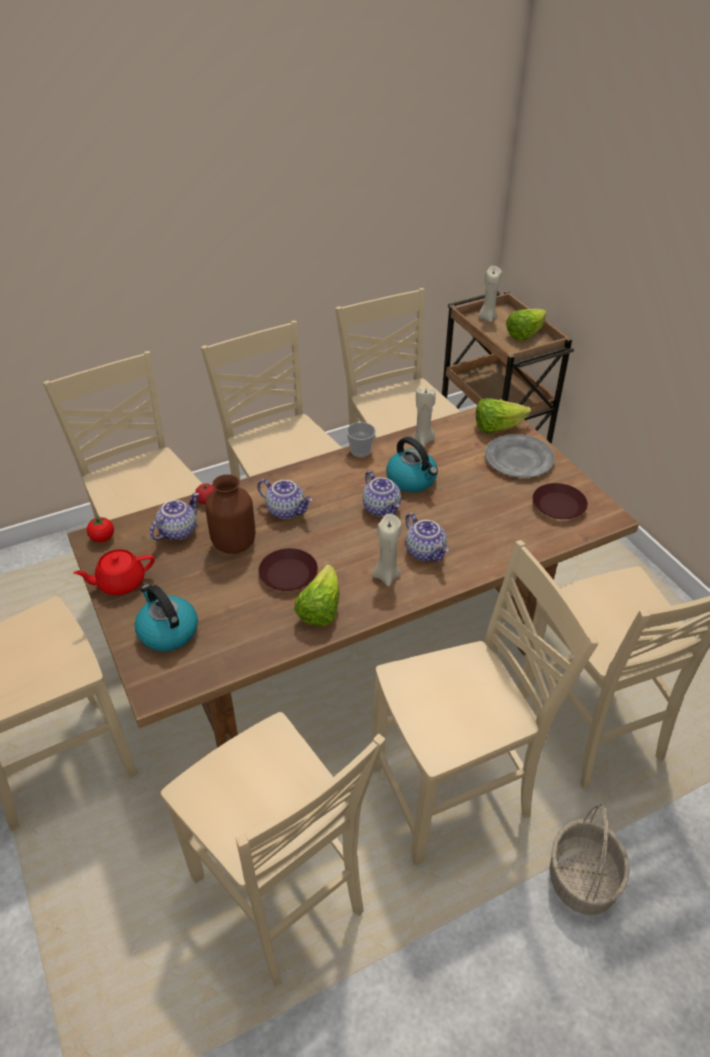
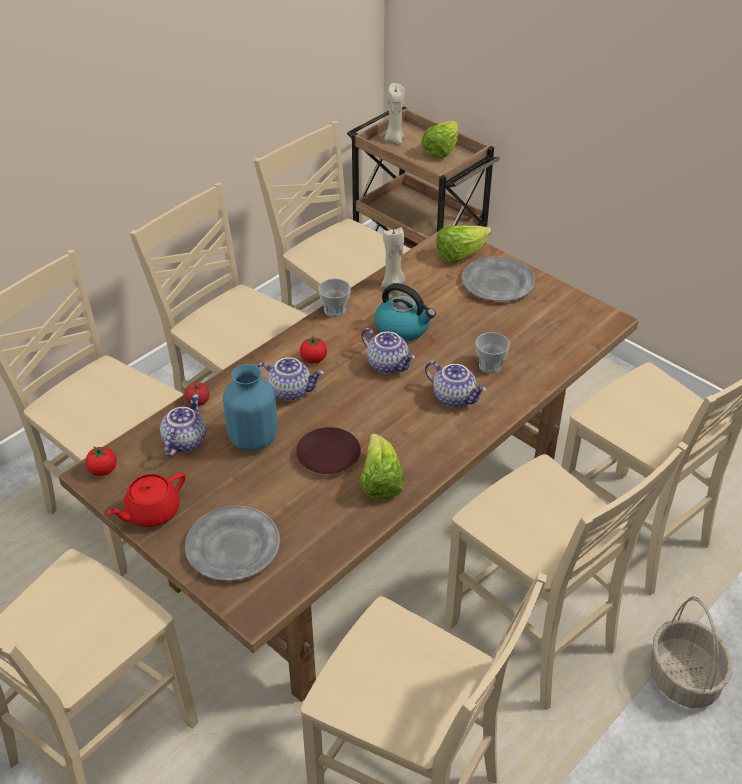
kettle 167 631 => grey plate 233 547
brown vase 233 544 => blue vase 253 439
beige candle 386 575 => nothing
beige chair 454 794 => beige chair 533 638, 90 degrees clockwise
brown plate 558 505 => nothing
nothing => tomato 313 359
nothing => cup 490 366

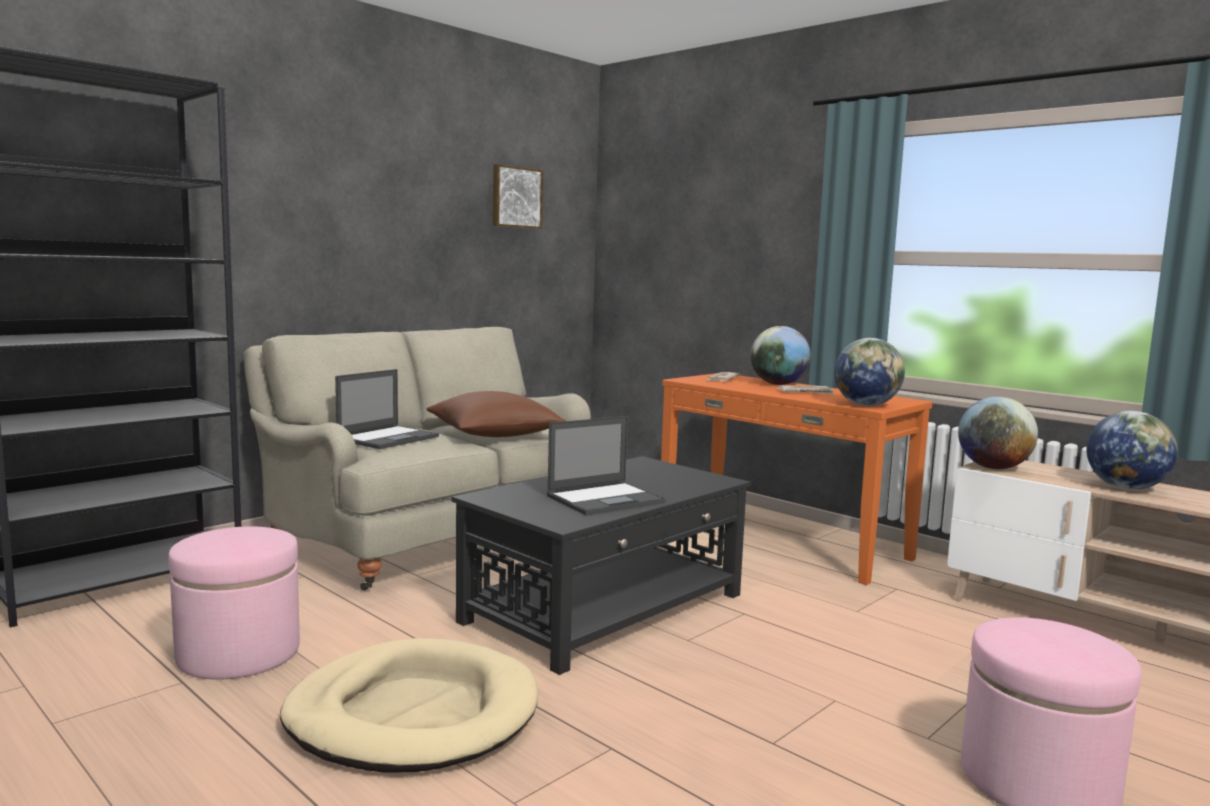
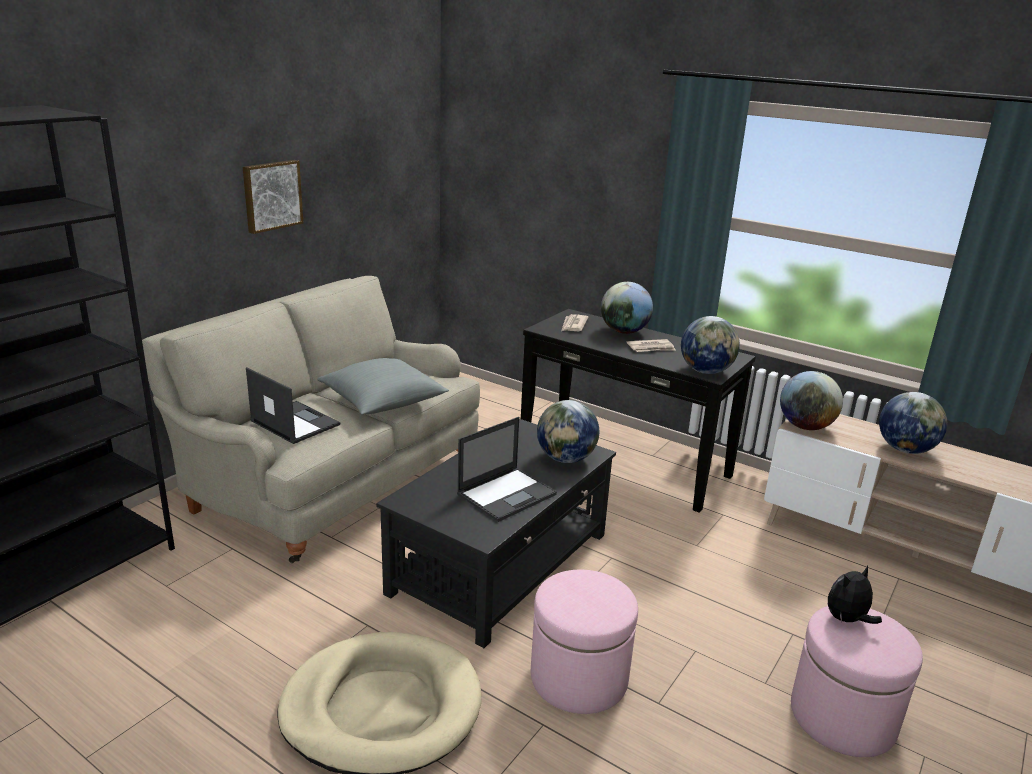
pink ottoman 238 653 => pink ottoman 579 678, moved
laptop 388 438 => laptop 294 422, 75 degrees counterclockwise
brown pillow 494 435 => grey pillow 382 401
picture 516 197 => picture 271 195, moved
orange console table 780 540 => black console table 623 460
nothing => globe 566 459
nothing => plush toy 847 620

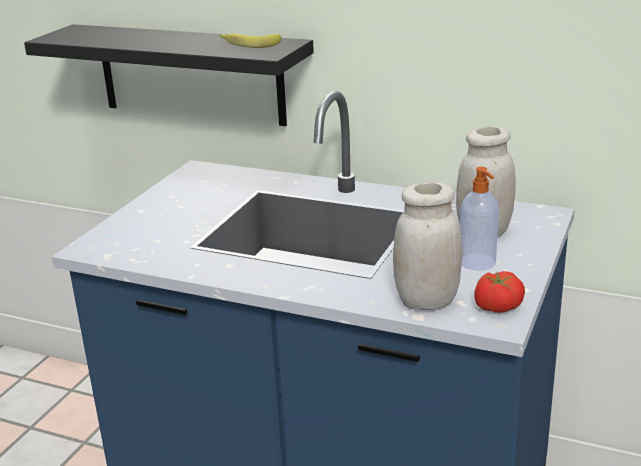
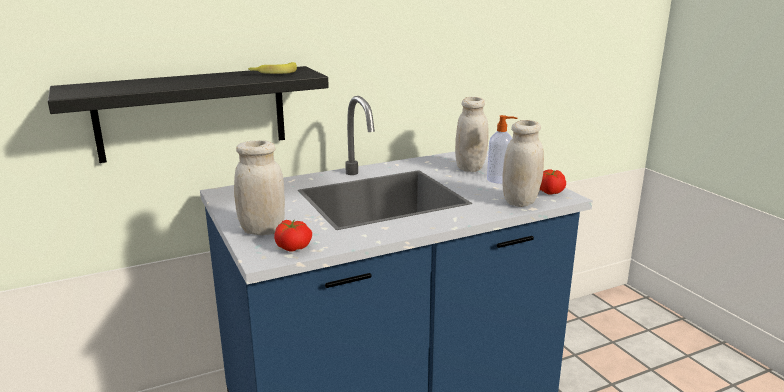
nothing => white jar 262 230
nothing => tomato 293 246

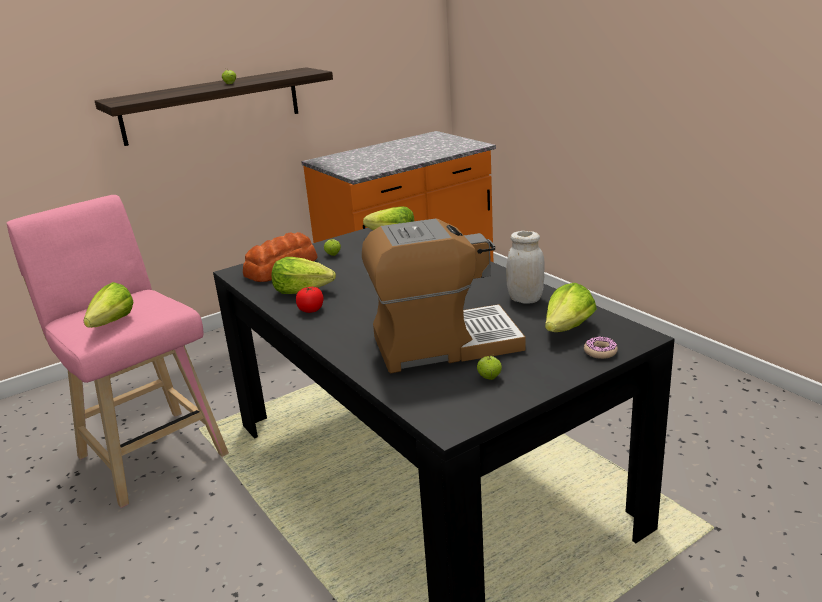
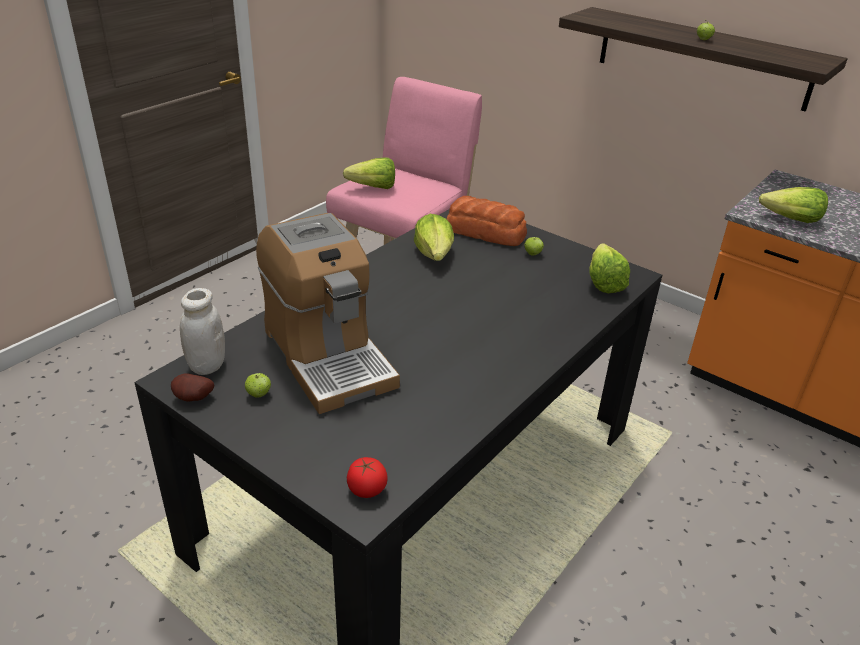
tomato 311 310 => tomato 367 489, moved
white jar 525 299 => white jar 207 365, moved
lettuce 568 328 => lettuce 791 220, moved
donut 600 352 => nothing
nothing => potato 193 399

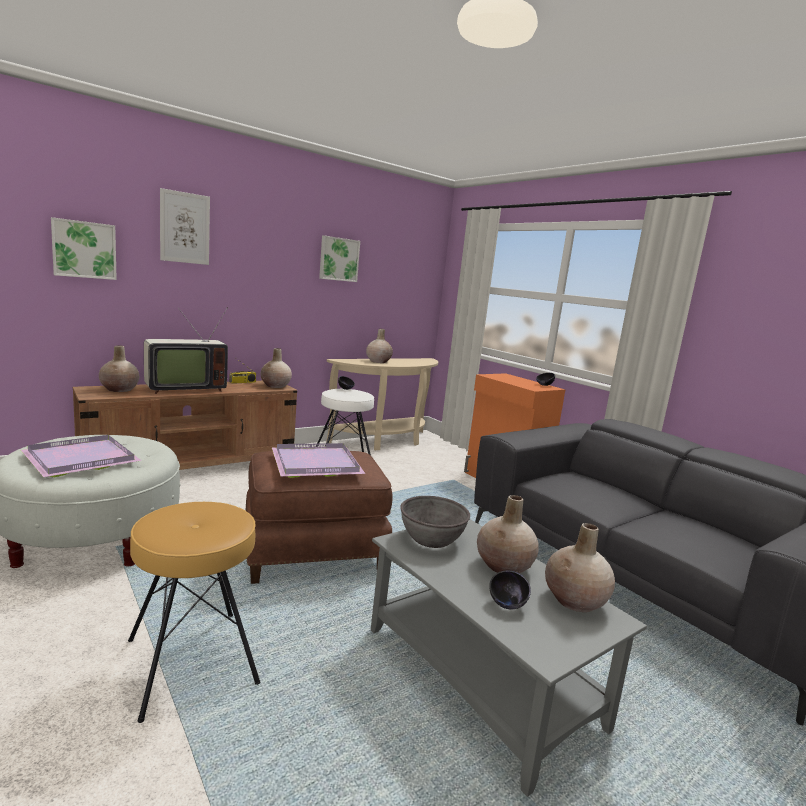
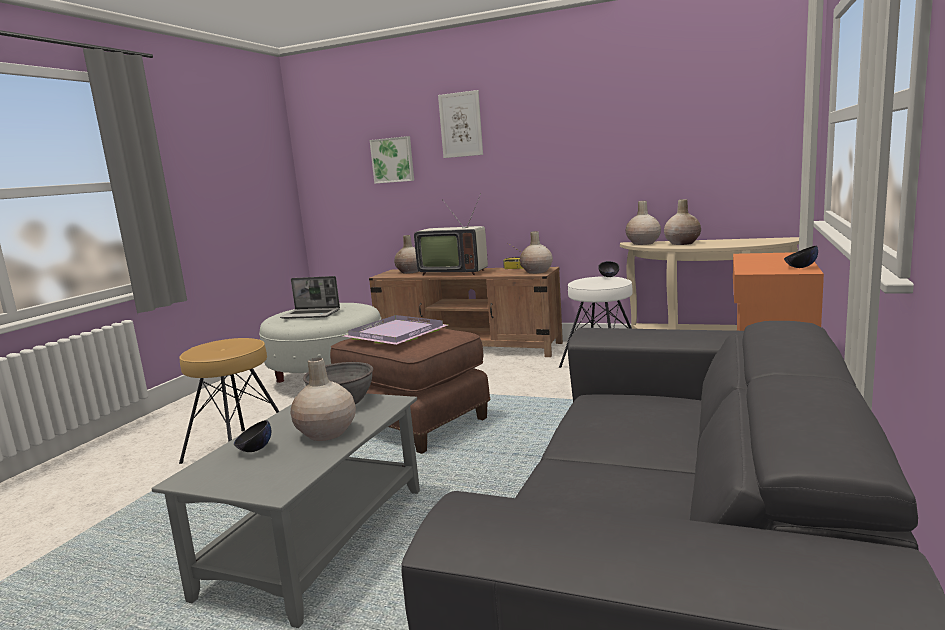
purple tray 82 458 => laptop 311 314
picture 338 259 => nothing
beige vase 575 600 => beige vase 643 243, moved

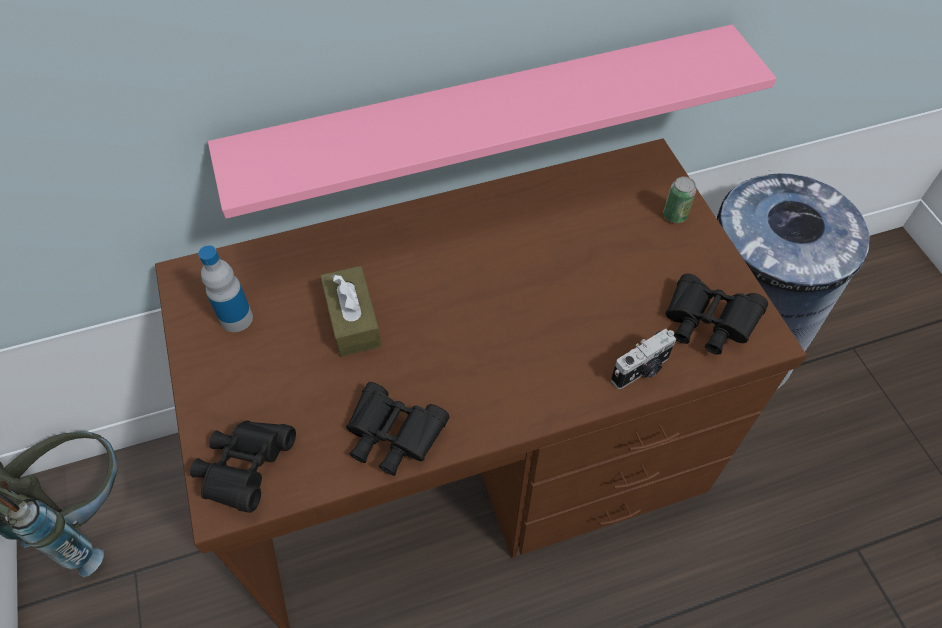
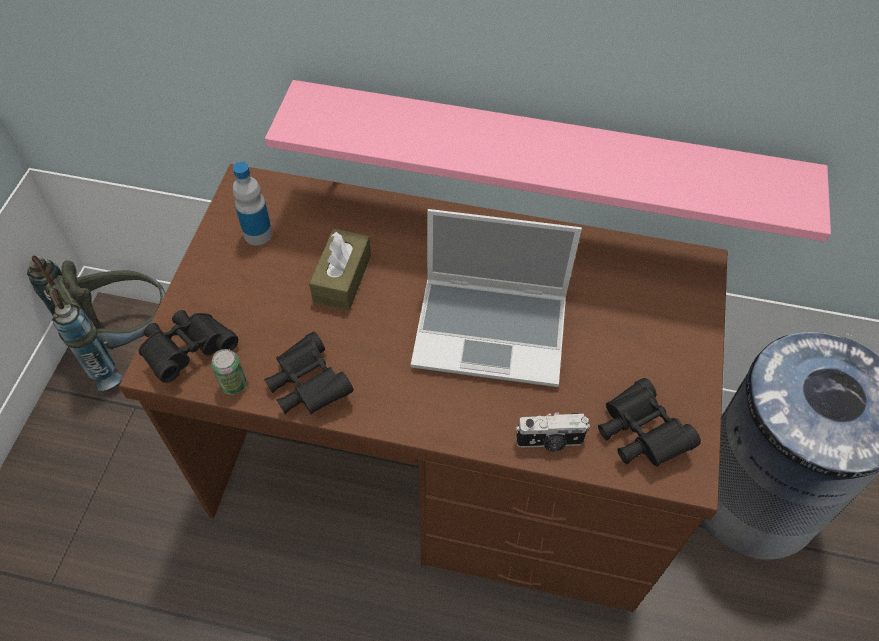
can 674 215 => can 233 384, moved
nothing => laptop 492 331

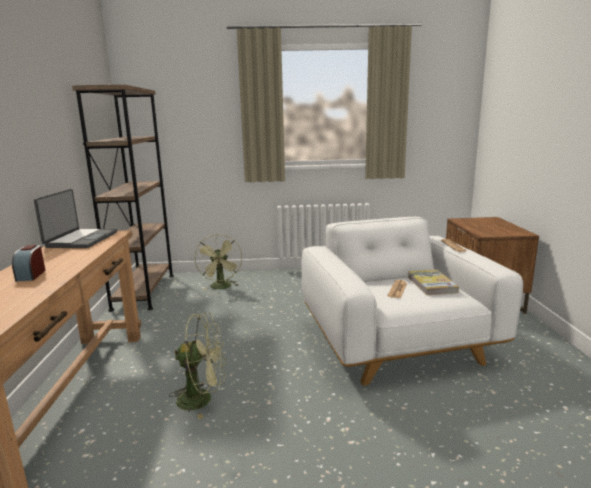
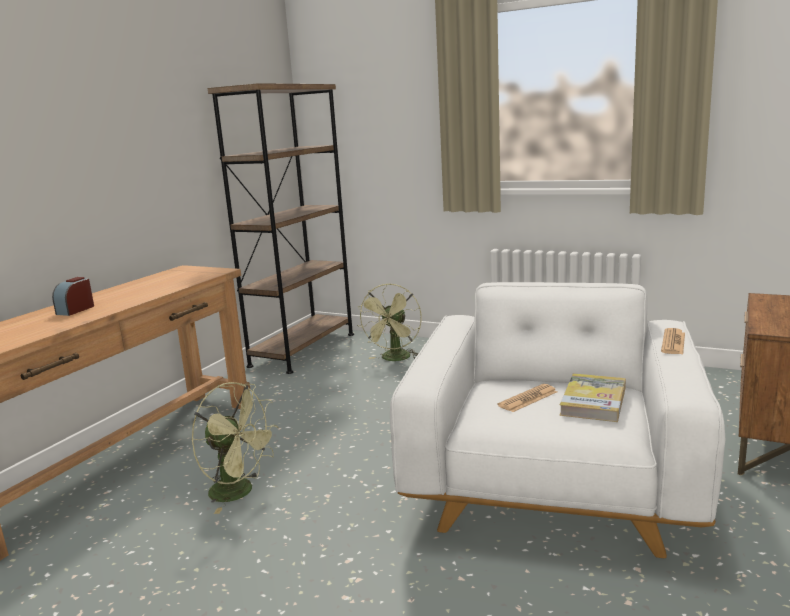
laptop 81 239 => nothing

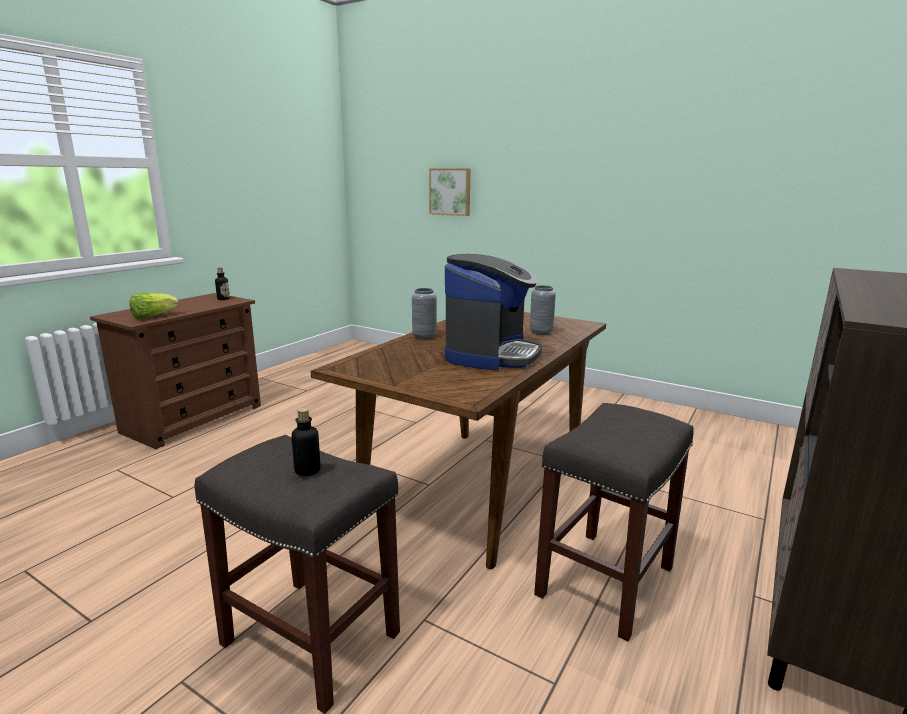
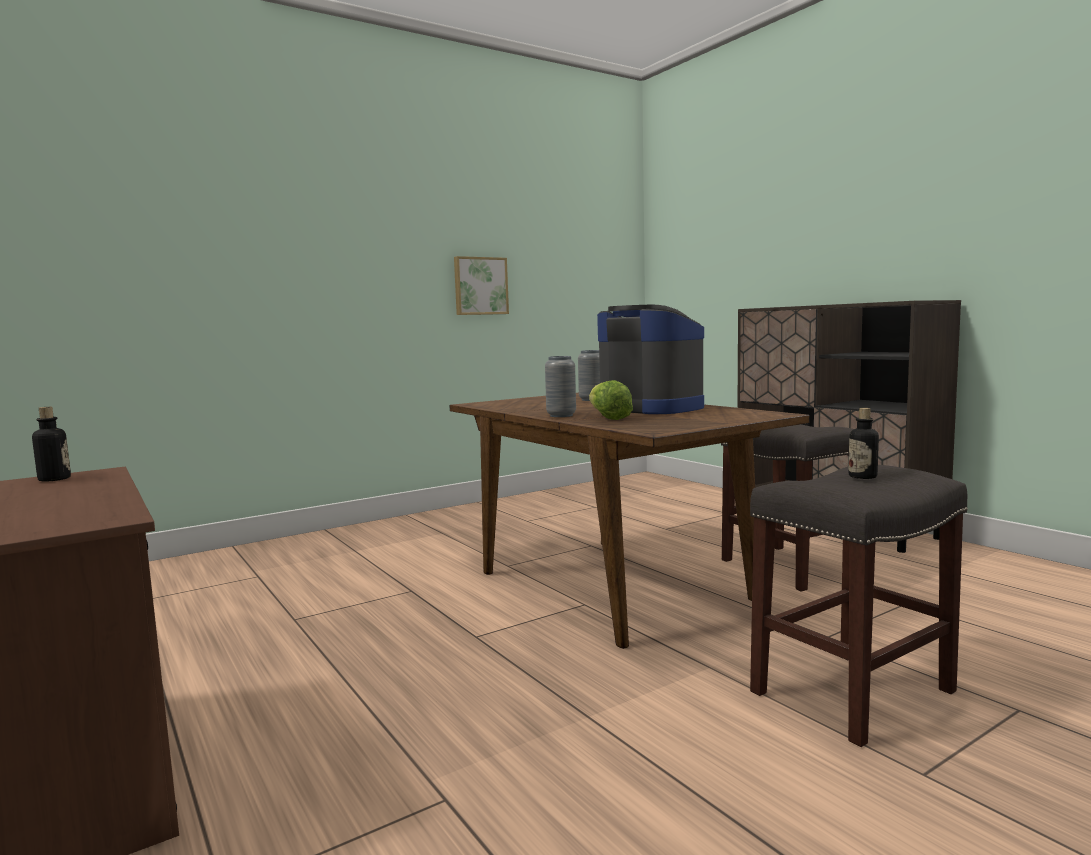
lettuce 153 317 => lettuce 608 418, moved
picture 450 191 => picture 480 286, moved

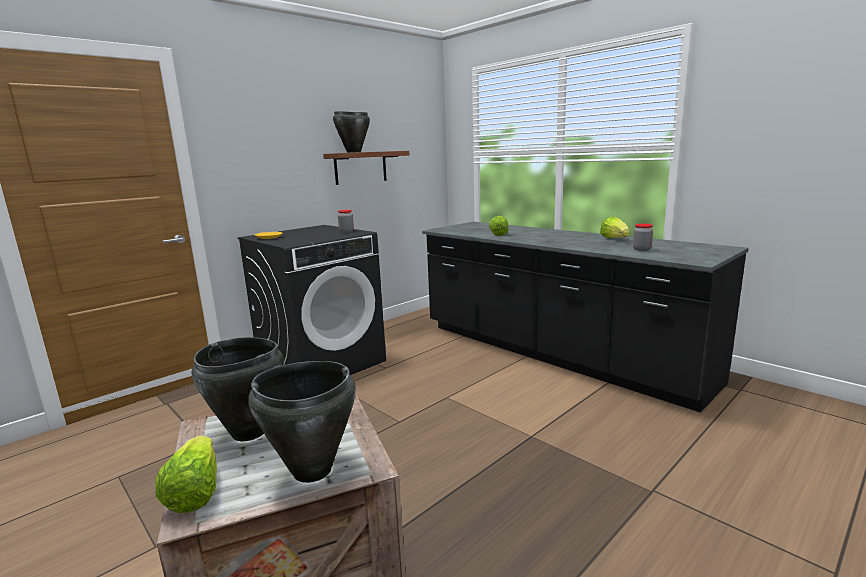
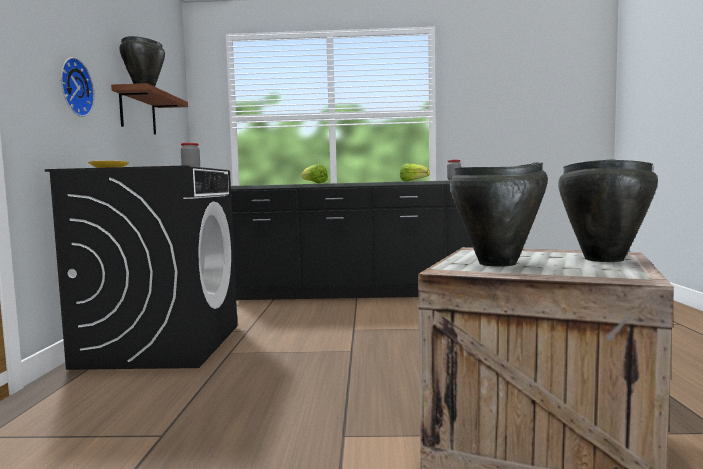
lettuce 195 492 => nothing
nothing => wall clock 73 87

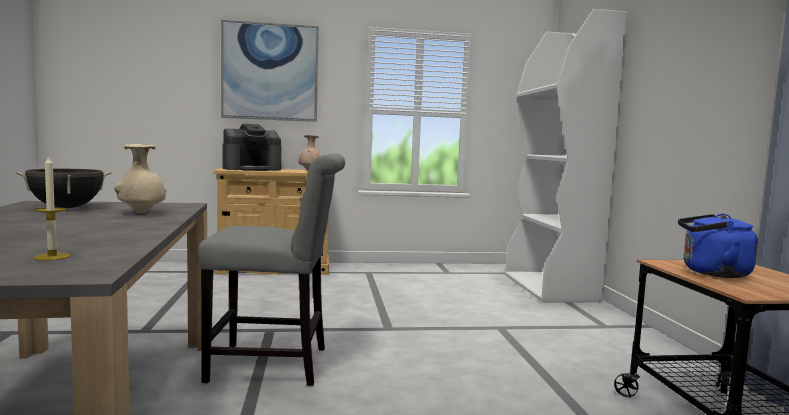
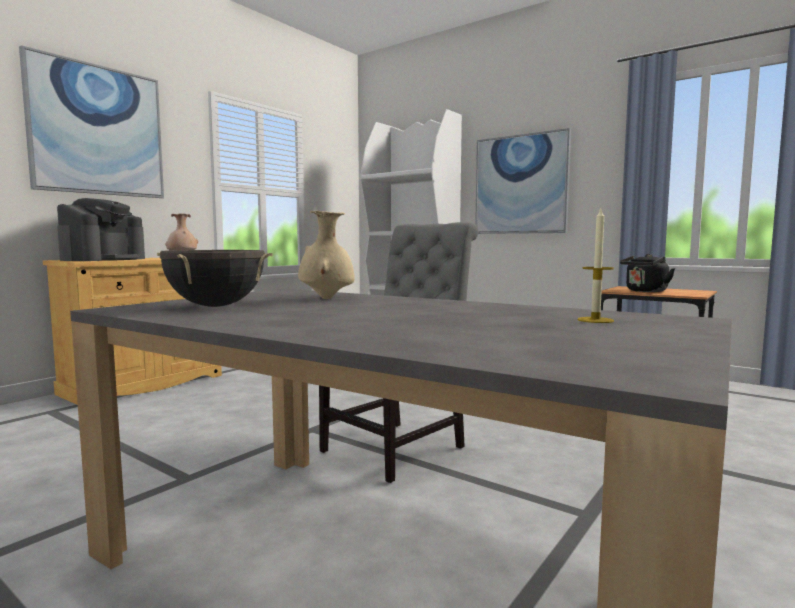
blue kettle 711 273 => black kettle 645 291
nothing => picture 520 184

